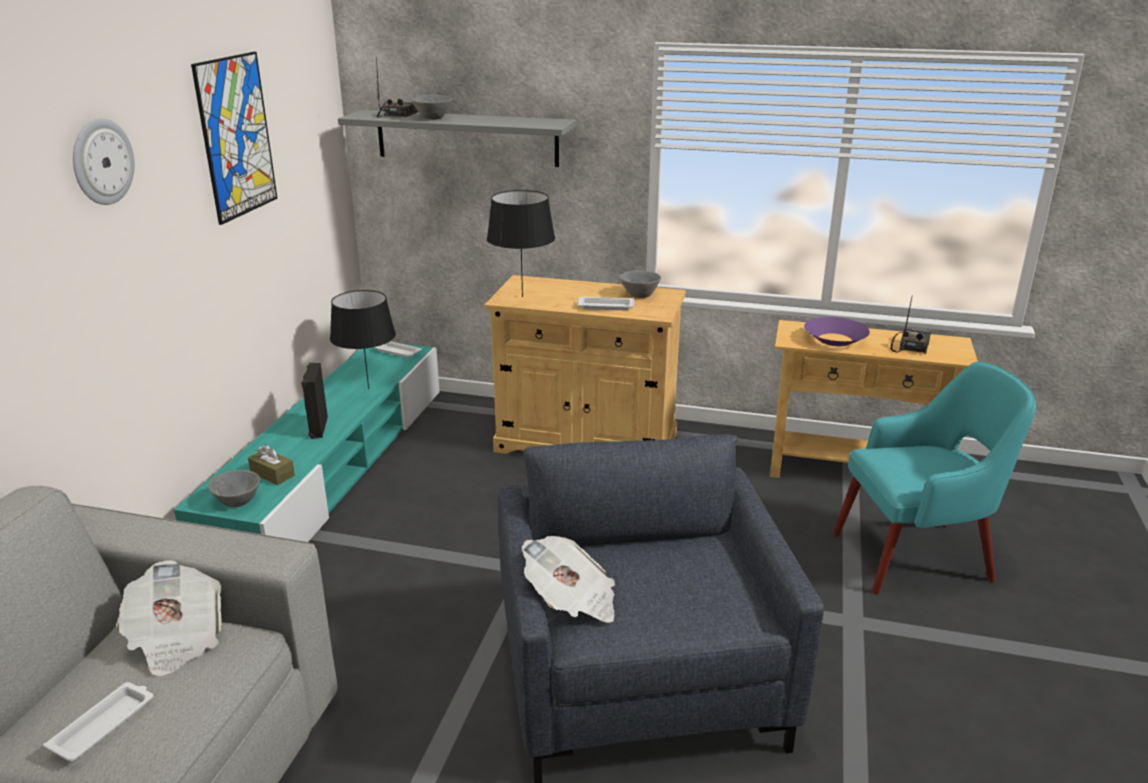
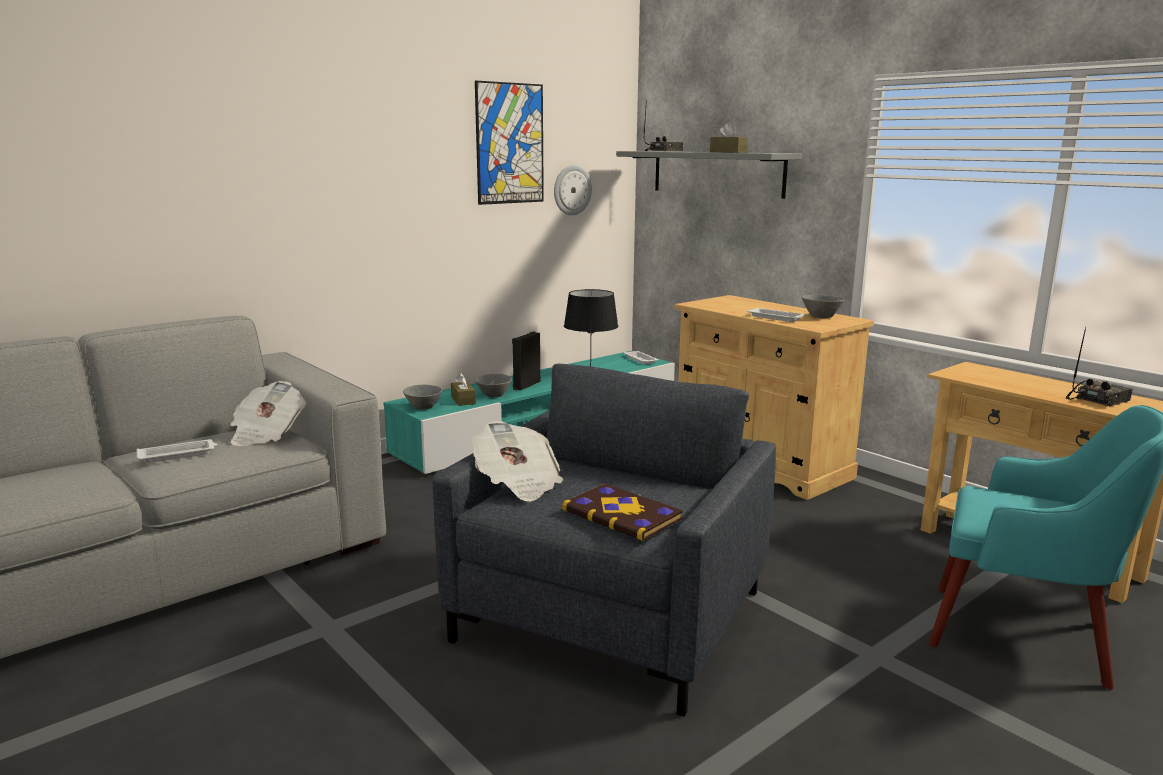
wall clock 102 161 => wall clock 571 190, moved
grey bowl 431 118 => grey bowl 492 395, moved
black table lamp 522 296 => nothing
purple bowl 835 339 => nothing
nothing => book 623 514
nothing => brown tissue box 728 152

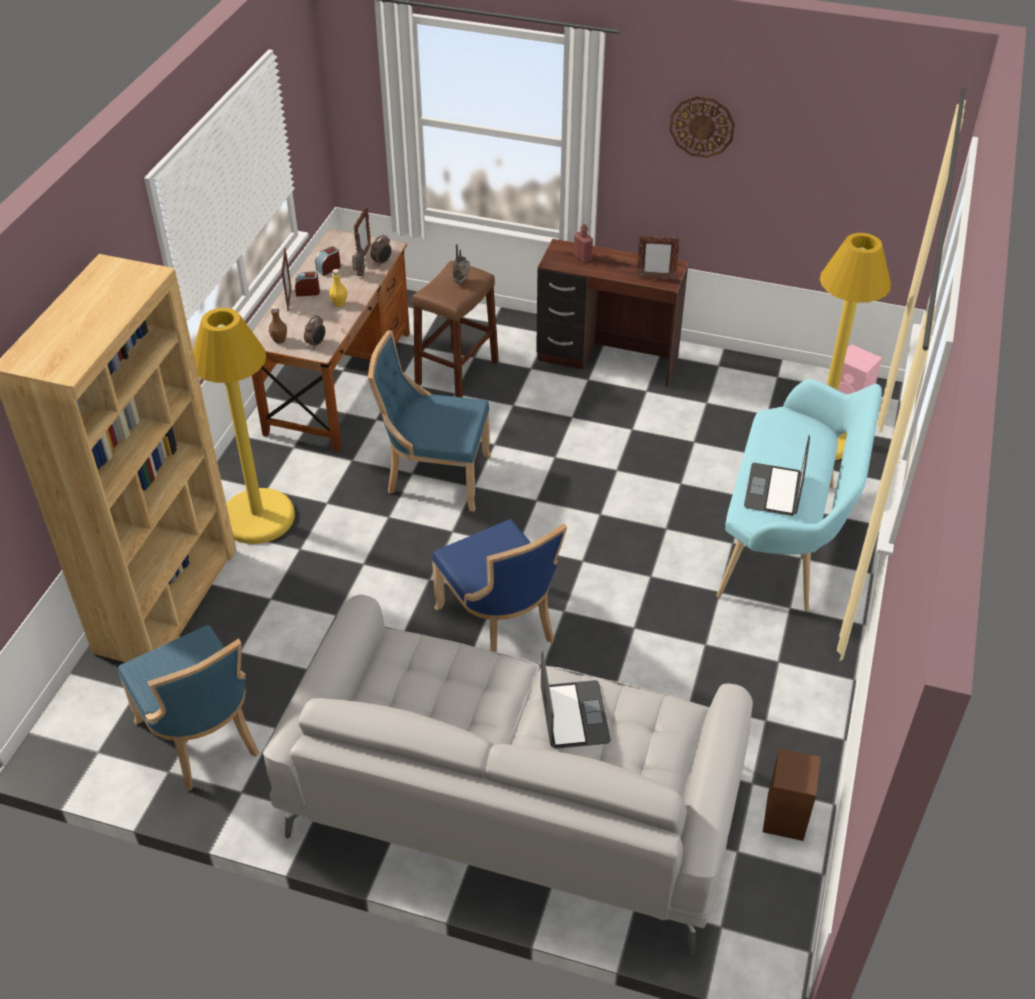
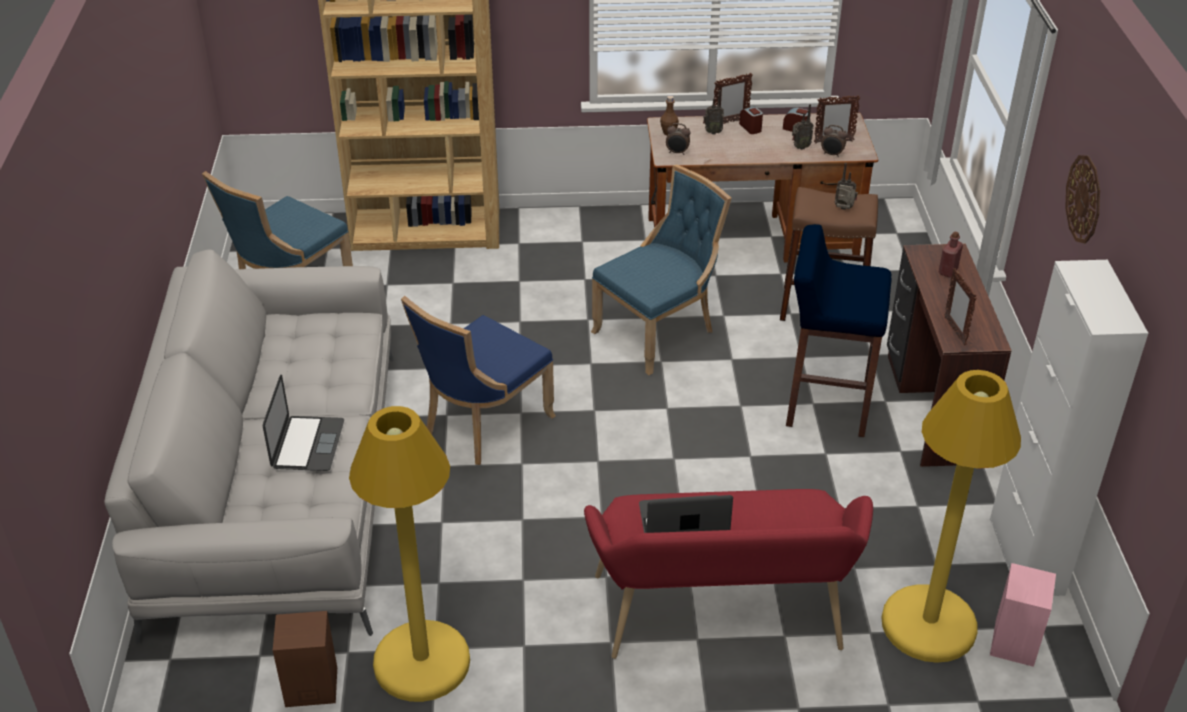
yellow floor lamp 258 517 => yellow floor lamp 422 662, moved
yellow bottle 339 303 => nothing
blue chair 434 476 => blue chair 659 332, 60 degrees clockwise
laptop 574 715 => laptop 307 444, 60 degrees counterclockwise
turquoise bench 786 539 => red bench 721 621
nothing => radio 712 132
nothing => blue stool 826 404
nothing => white cabinet 1026 556

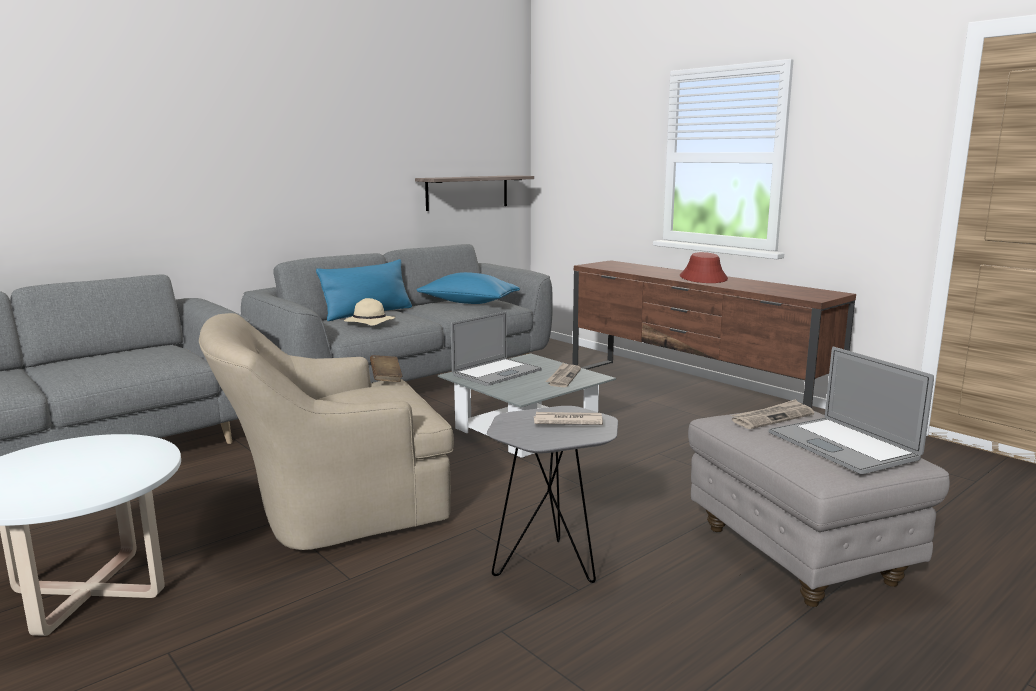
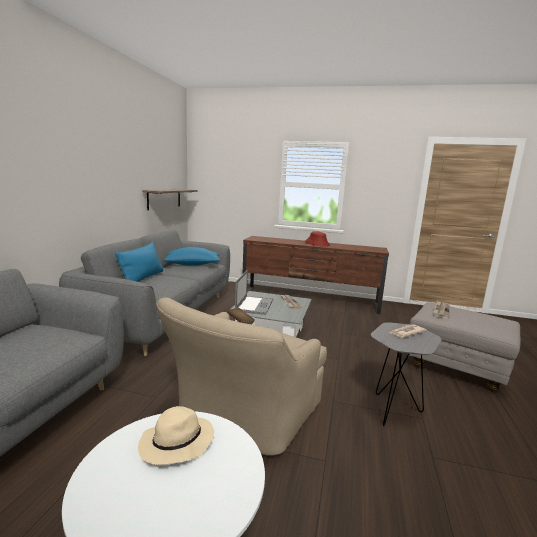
beige hat 368 323 => beige hat 176 444, moved
laptop 842 445 => nothing

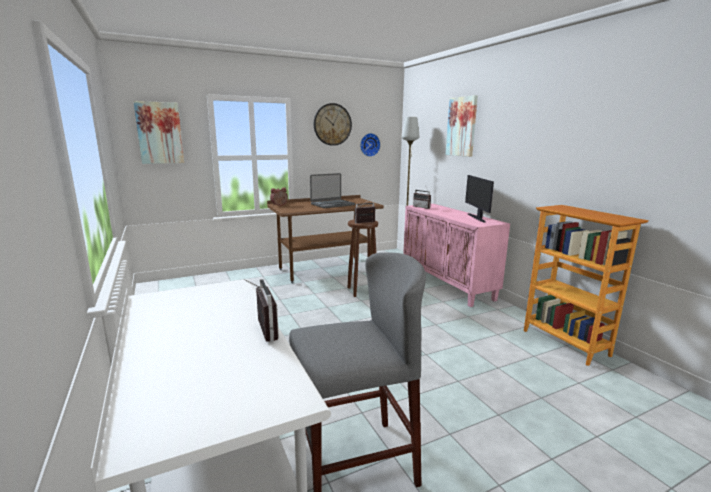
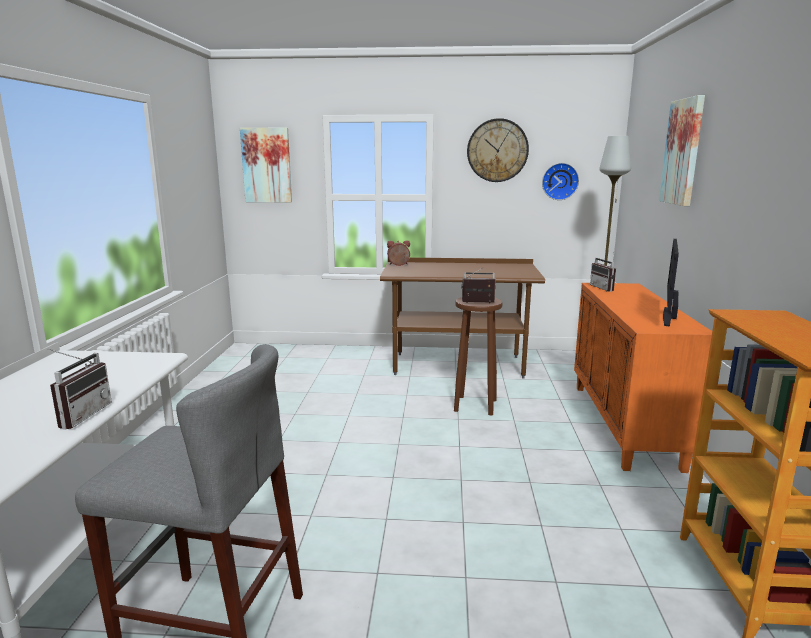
laptop 332 204 => nothing
pink cabinet 447 284 => orange cabinet 625 425

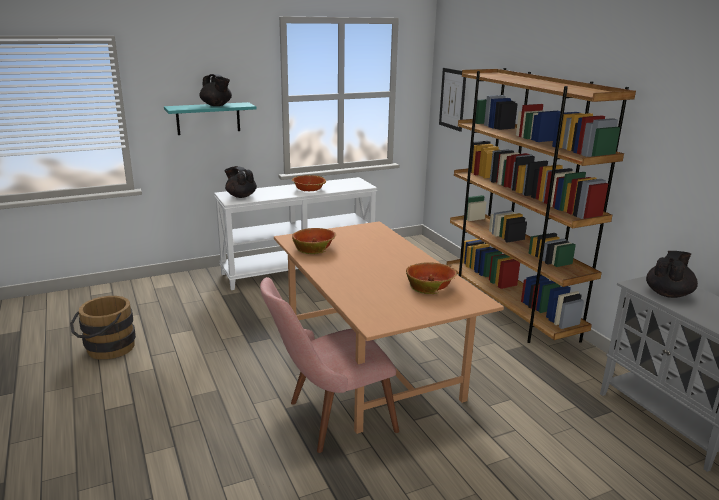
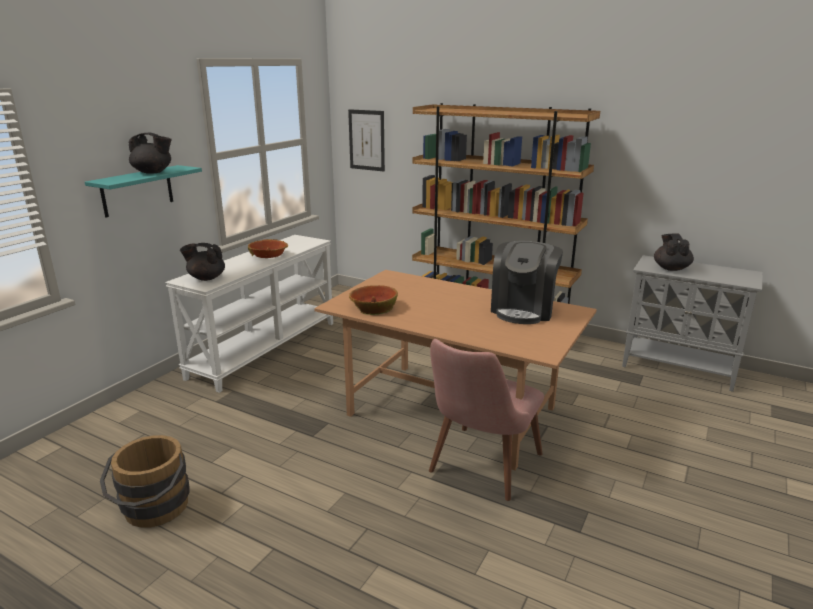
bowl 430 285 => coffee machine 523 309

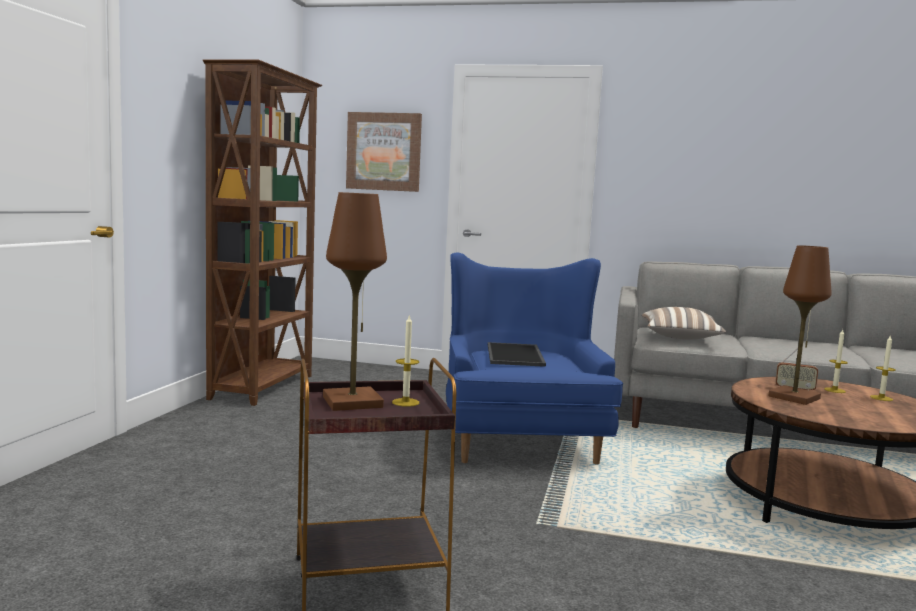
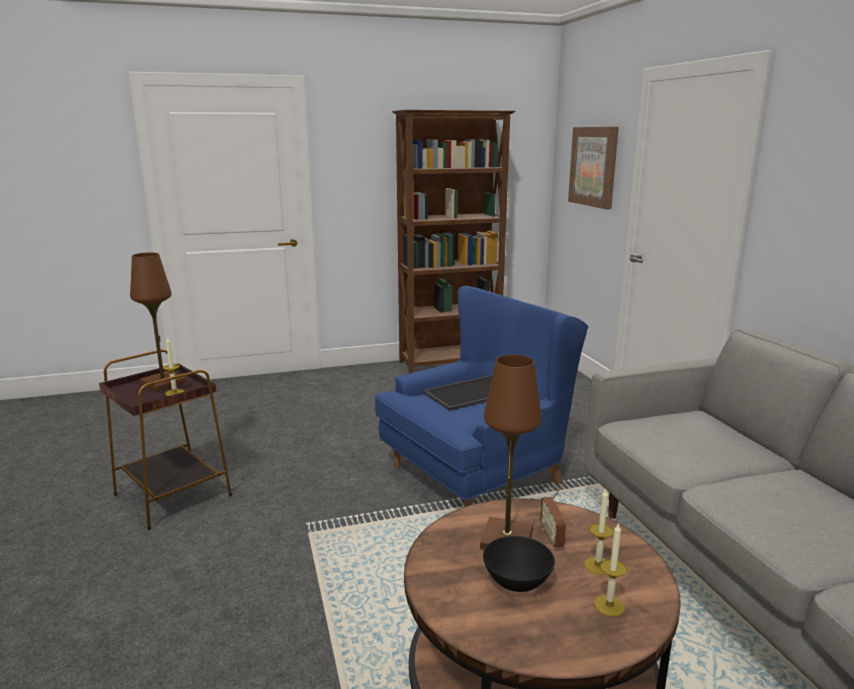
pillow 680 338 => nothing
nothing => black bowl 516 584

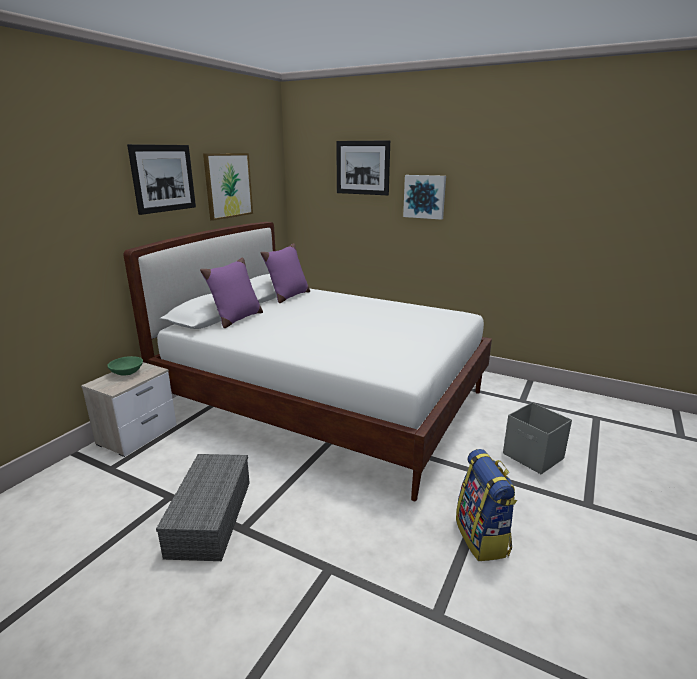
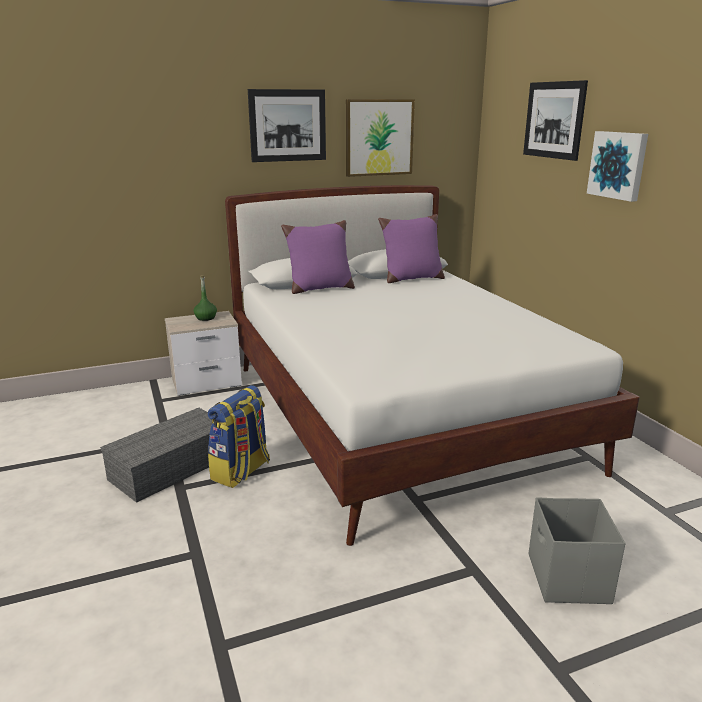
green bowl 127 373 => green bottle 206 318
backpack 483 537 => backpack 241 471, moved

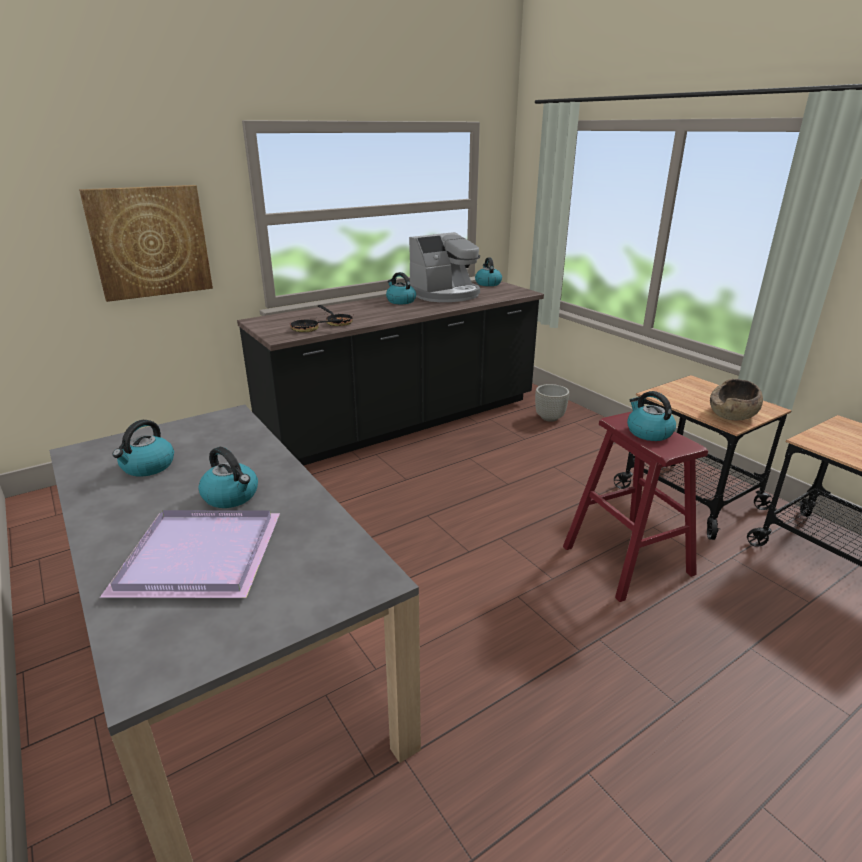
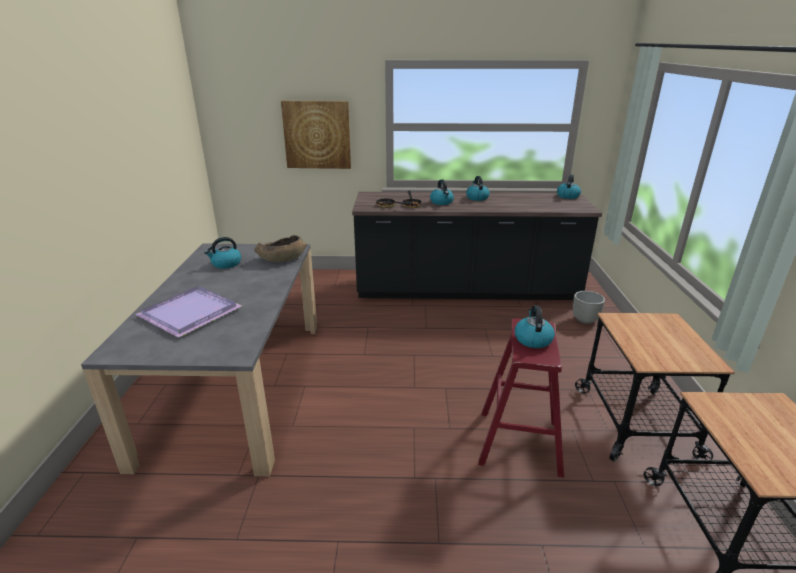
kettle 231 496 => kettle 441 202, moved
coffee machine 445 294 => nothing
brown bowl 733 414 => brown bowl 281 258, moved

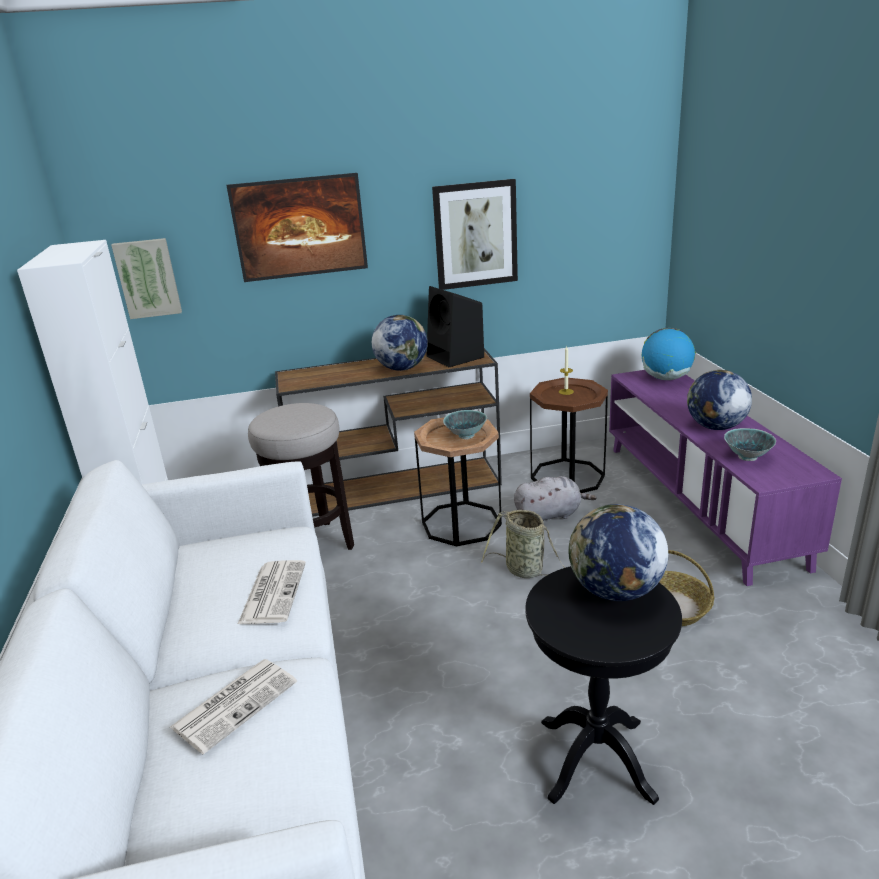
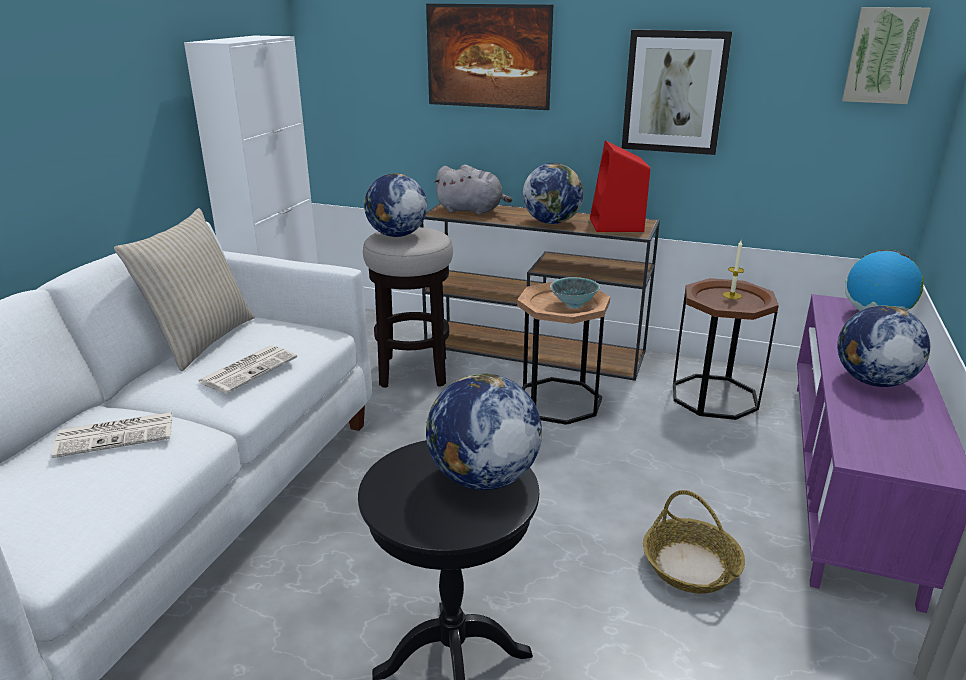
picture 148 278 => picture 883 55, moved
black speaker 456 357 => red speaker 617 225
basket 527 571 => nothing
grey plush toy 550 515 => grey plush toy 472 211, moved
bowl 747 457 => nothing
nothing => beige pillow 201 341
nothing => globe 396 235

